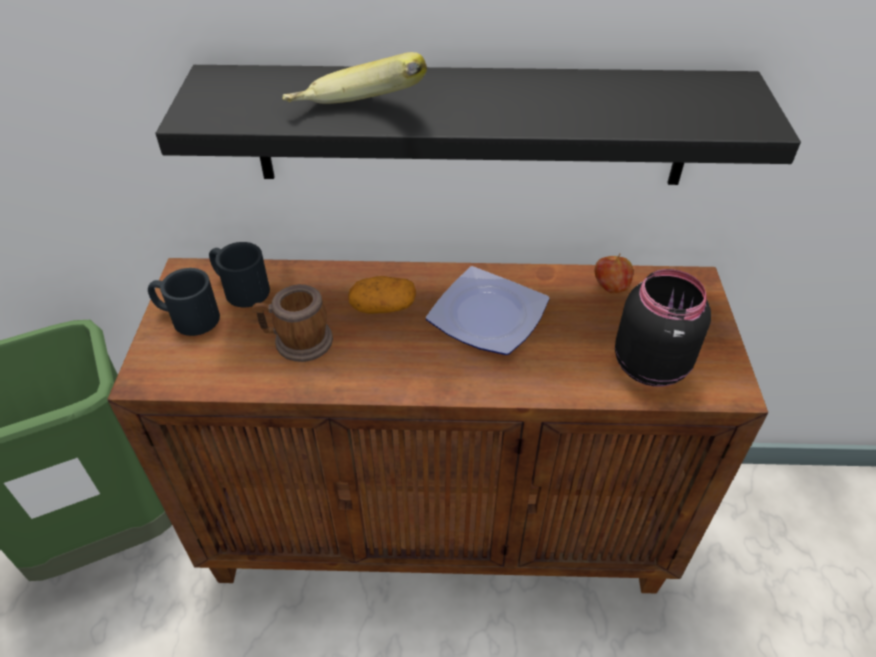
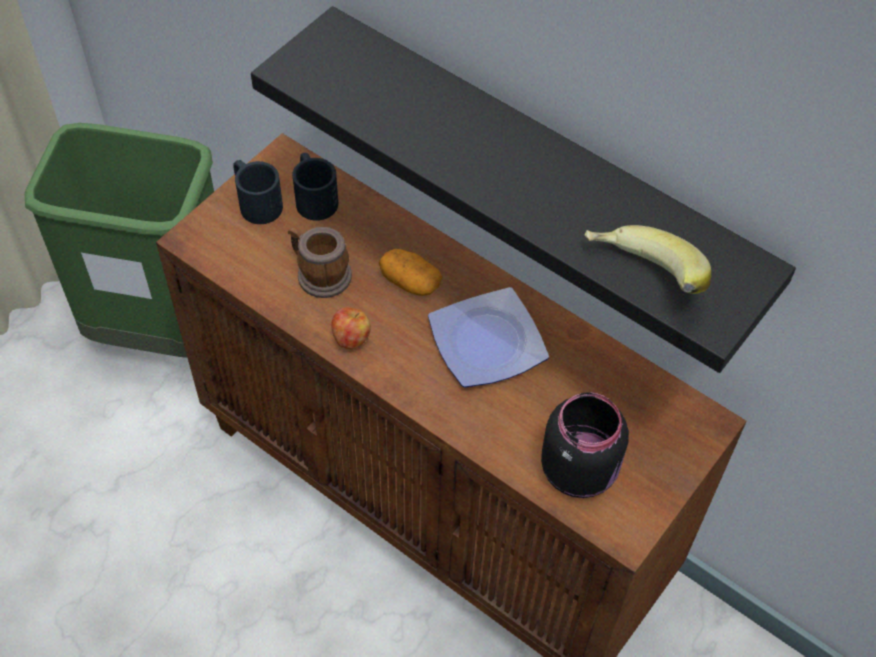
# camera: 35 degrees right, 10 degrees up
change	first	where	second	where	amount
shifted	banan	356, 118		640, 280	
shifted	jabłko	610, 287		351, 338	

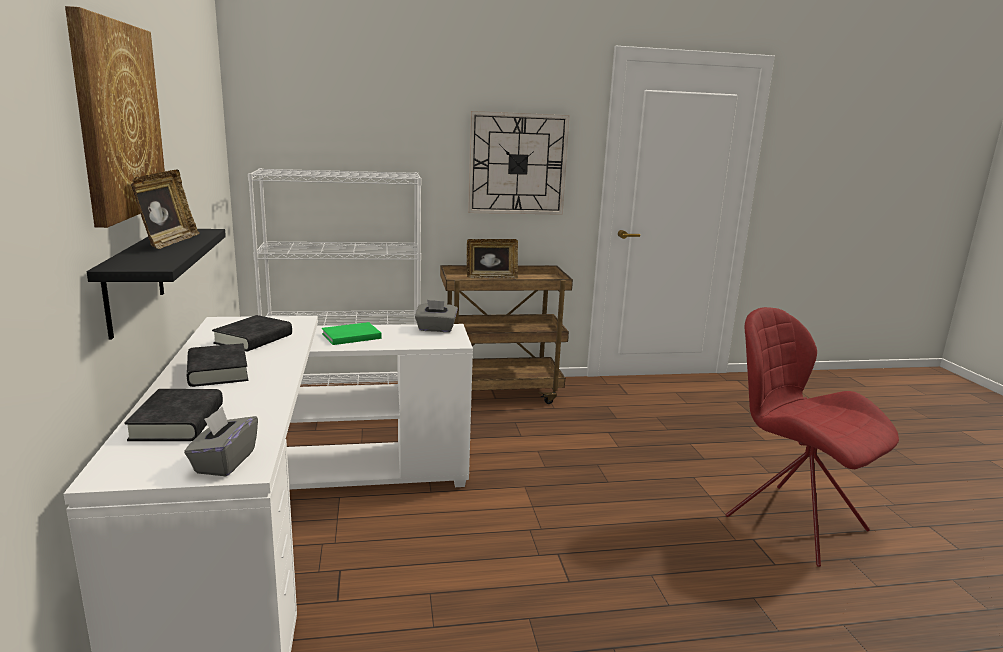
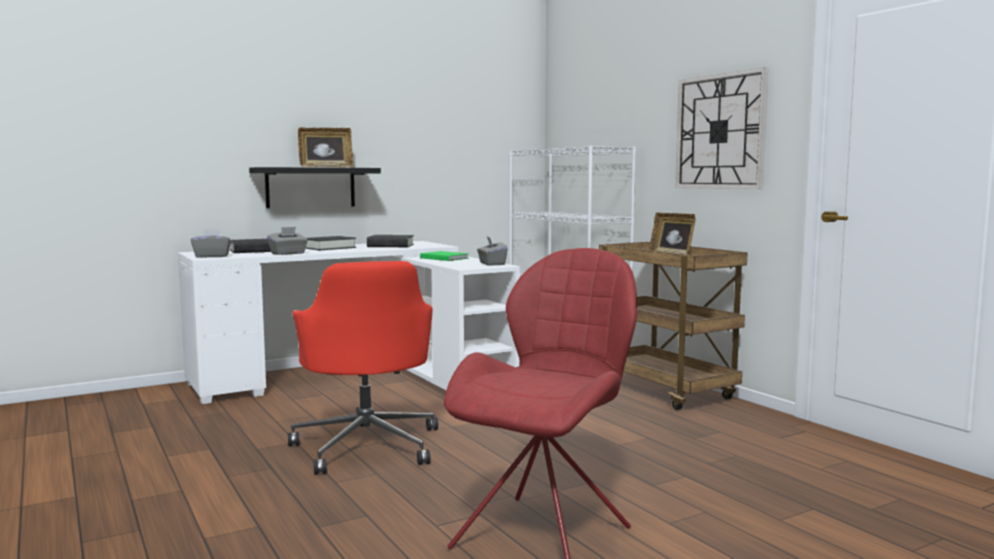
# camera: 70 degrees right, 10 degrees down
change	first	where	second	where	amount
gone	obraz	118, 120			
new			pudełko chusteczek (szary)	288, 253	
new			krzesło biurowe (czerwony)	367, 445	

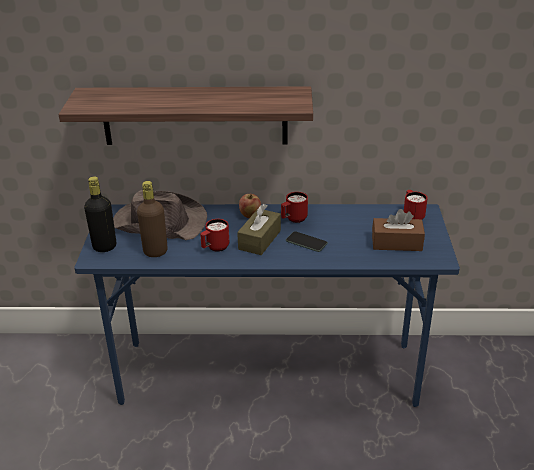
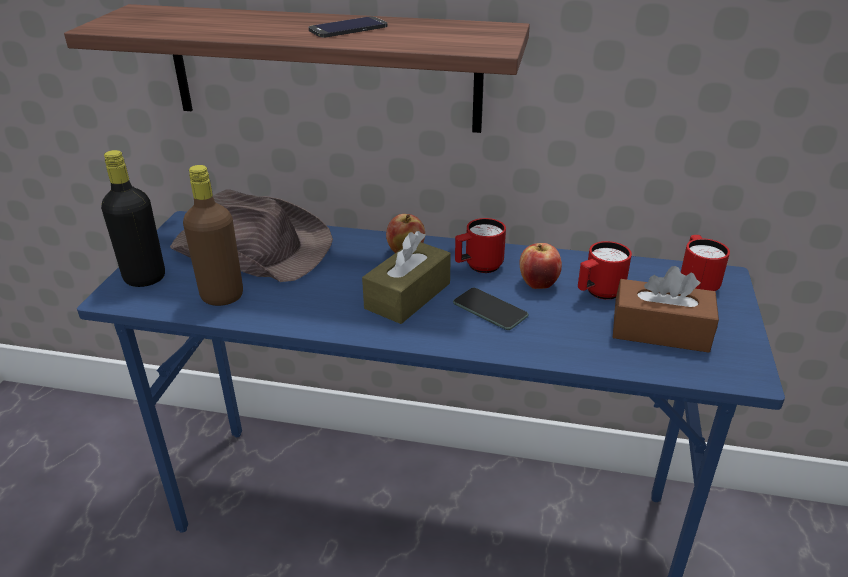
# camera: 10 degrees right, 0 degrees up
change	first	where	second	where	amount
shifted	kubek (czerwony)	215, 248		598, 293	
new			telefon	348, 28	
new			jabłko	539, 284	

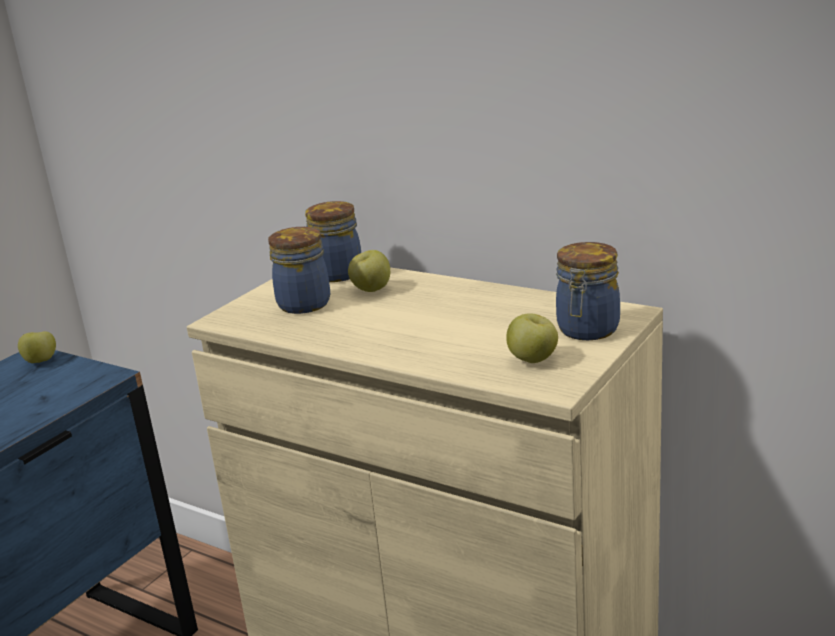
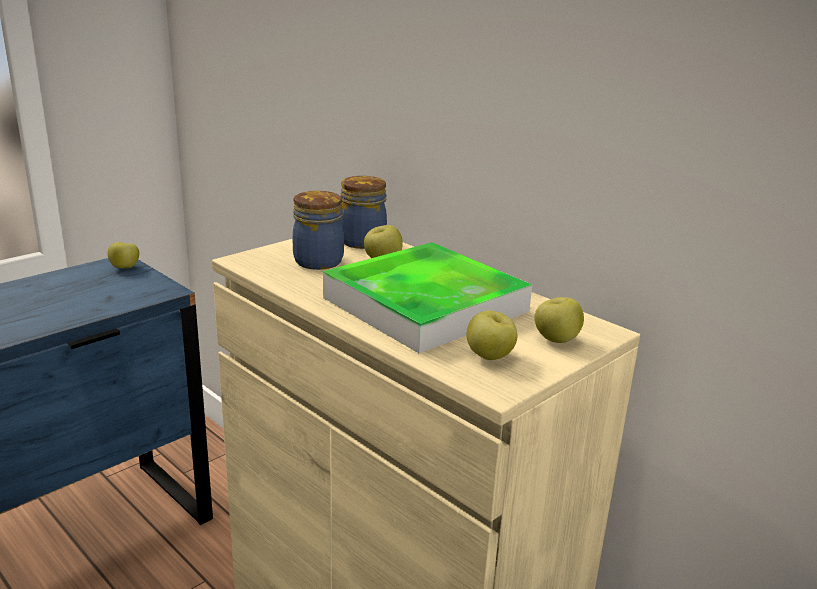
# camera: 10 degrees right, 0 degrees up
change	first	where	second	where	amount
swapped	słoik	587, 330	jabłko	556, 340	
new			taca	425, 304	

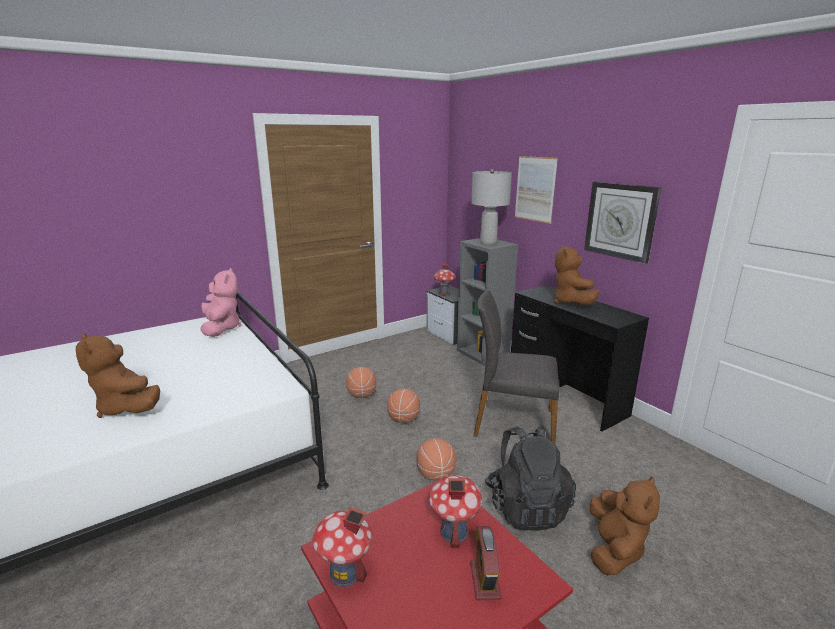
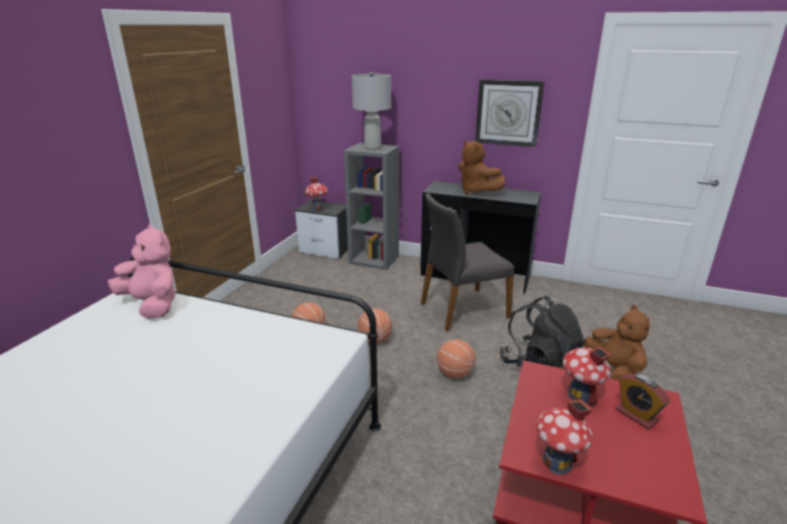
# camera: 35 degrees left, 5 degrees up
change	first	where	second	where	amount
gone	obraz	535, 189			
gone	pluszak (brązowy)	127, 408			

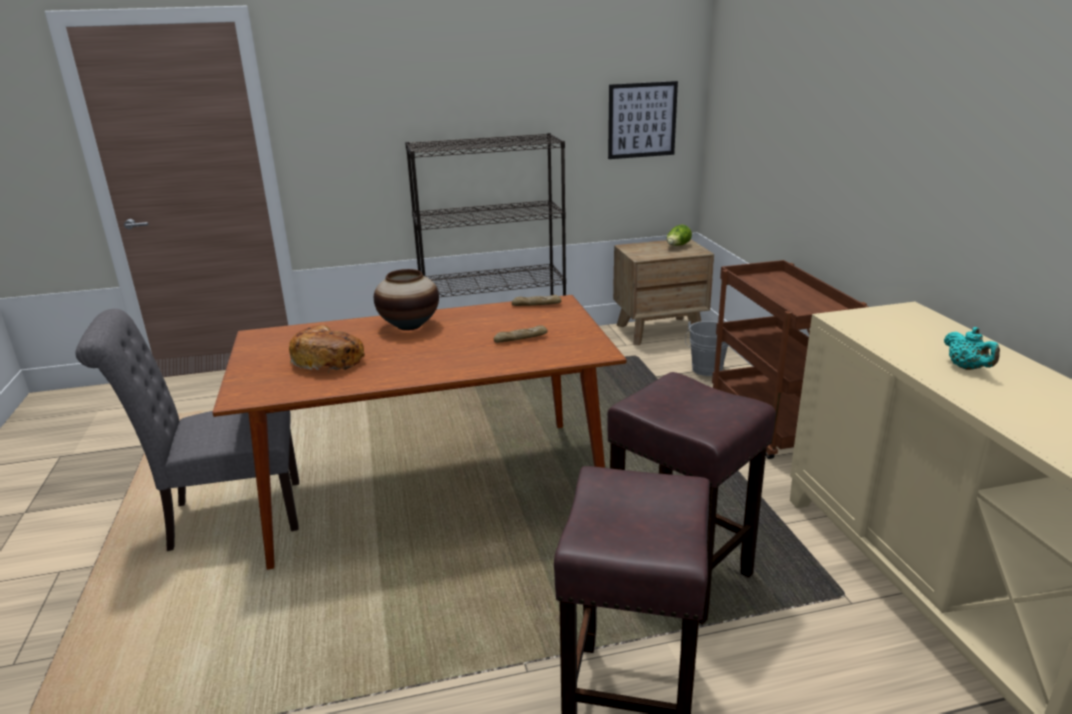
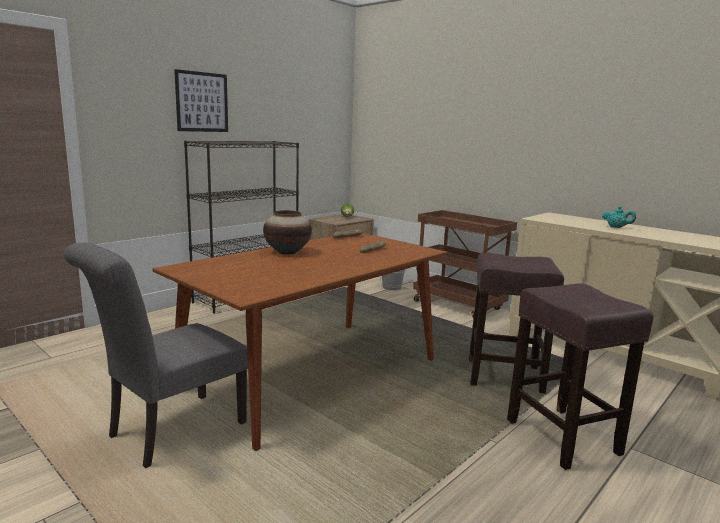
# camera: 35 degrees left, 10 degrees down
change	first	where	second	where	amount
shifted	obraz	642, 120		202, 102	
gone	chleb	329, 360			

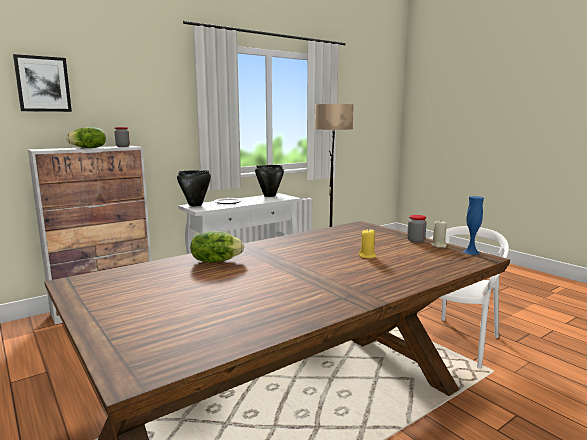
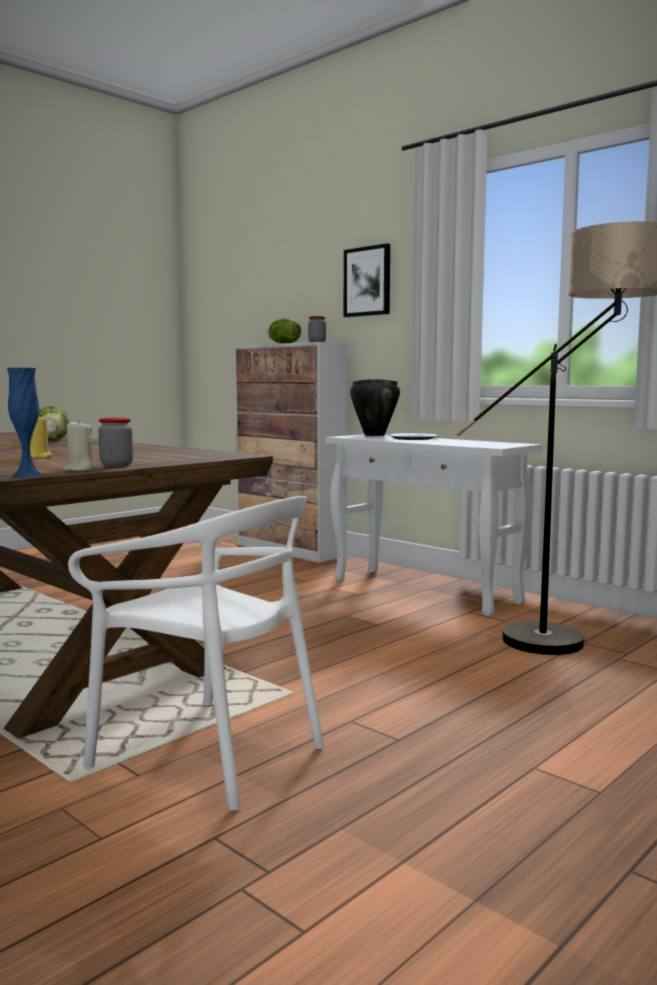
# camera: 80 degrees right, 5 degrees down
change	first	where	second	where	amount
shifted	obraz	43, 84		367, 281	
gone	garnek (czarny)	269, 196			

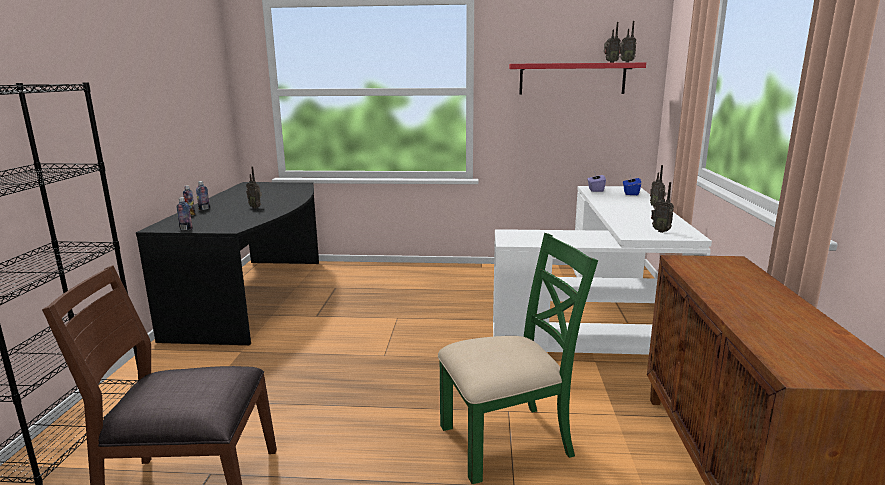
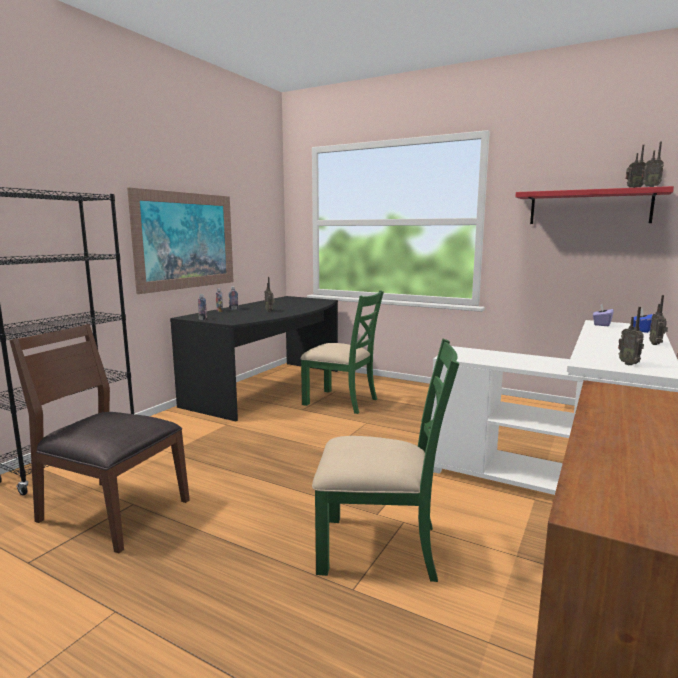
# camera: 25 degrees right, 5 degrees down
change	first	where	second	where	amount
new			obraz	186, 240	
new			krzesło (zielony)	341, 401	

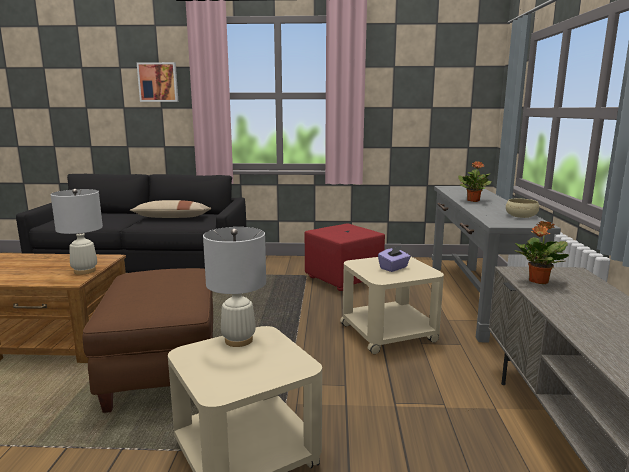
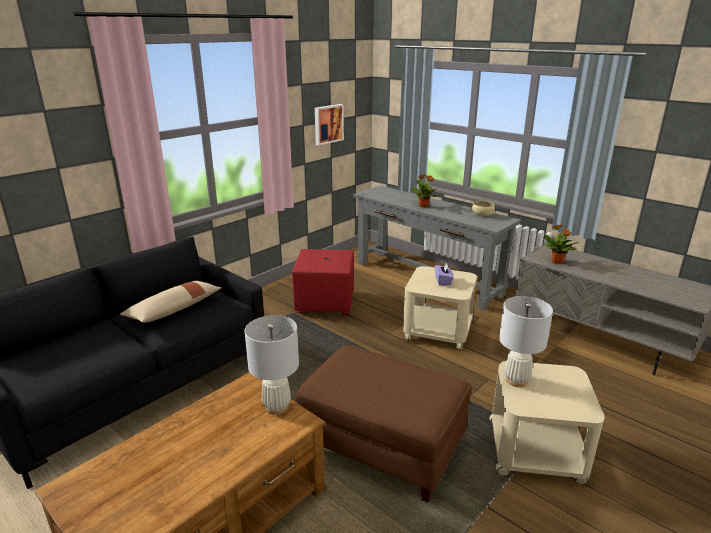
# camera: 50 degrees left, 10 degrees up
change	first	where	second	where	amount
shifted	obraz	158, 82		328, 124	

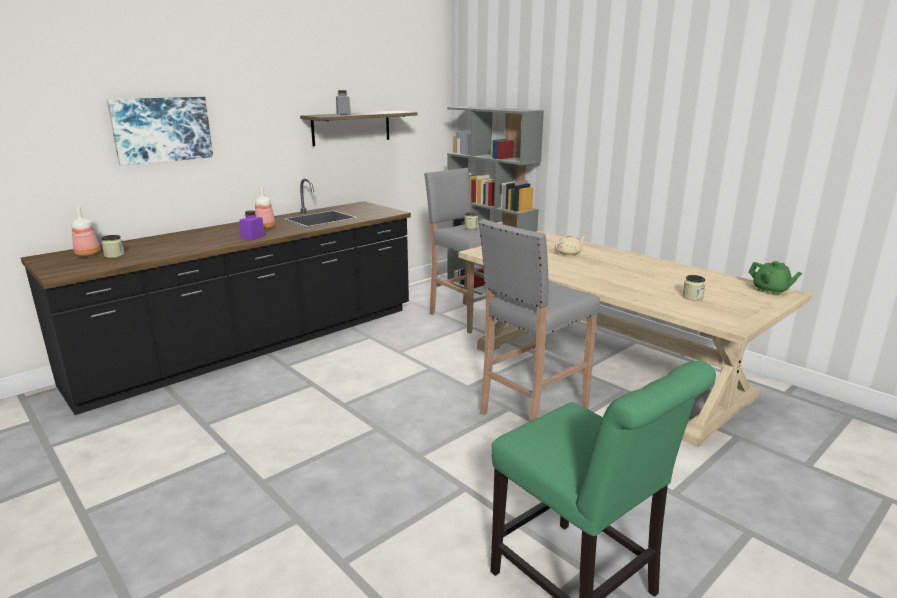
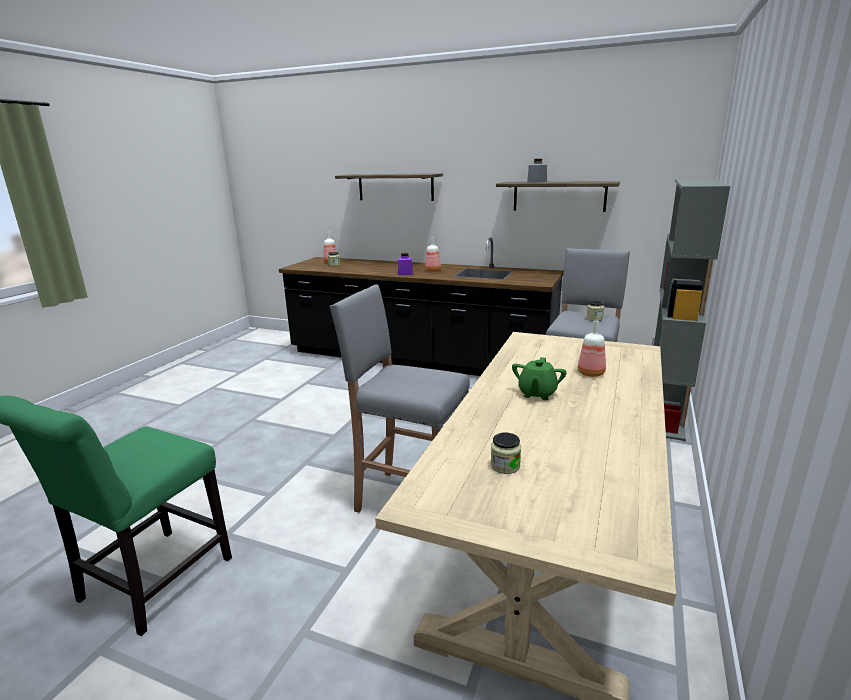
# camera: 65 degrees right, 0 degrees up
change	first	where	second	where	amount
swapped	obraz	162, 129	półka	395, 187	
swapped	imbryk (beżowy)	569, 253	butelka	590, 373	
shifted	imbryk (zielony)	770, 290		537, 393	

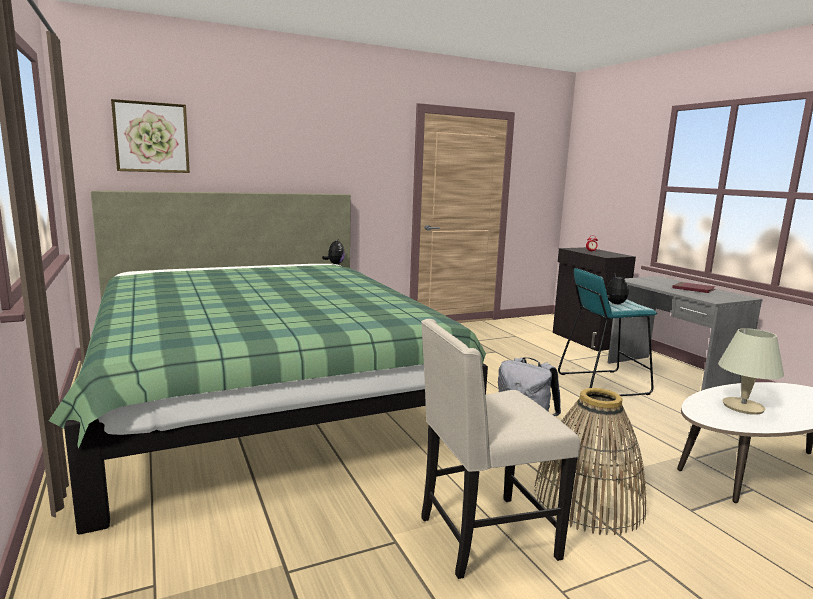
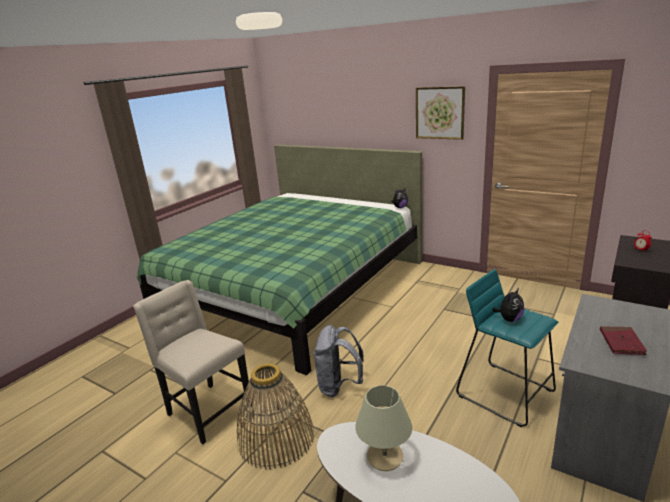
# camera: 60 degrees right, 10 degrees up
change	first	where	second	where	amount
shifted	obraz	151, 137		440, 113	

